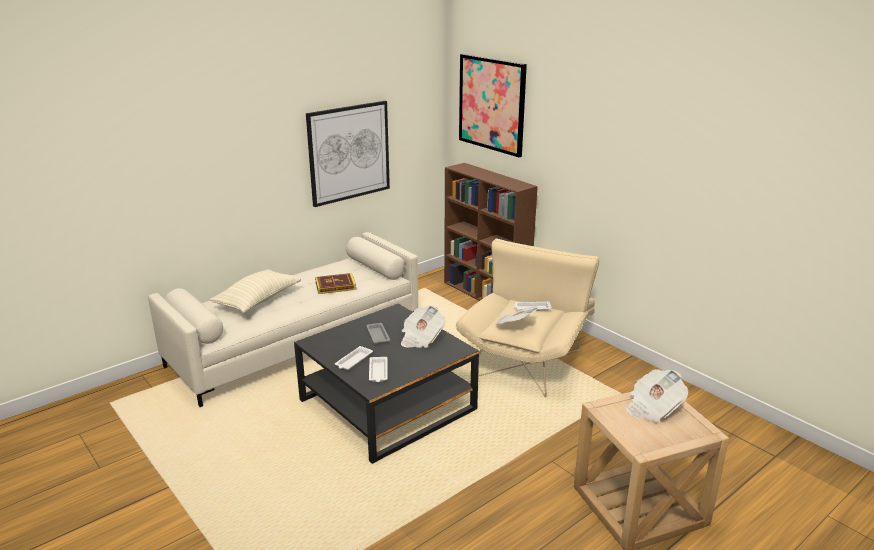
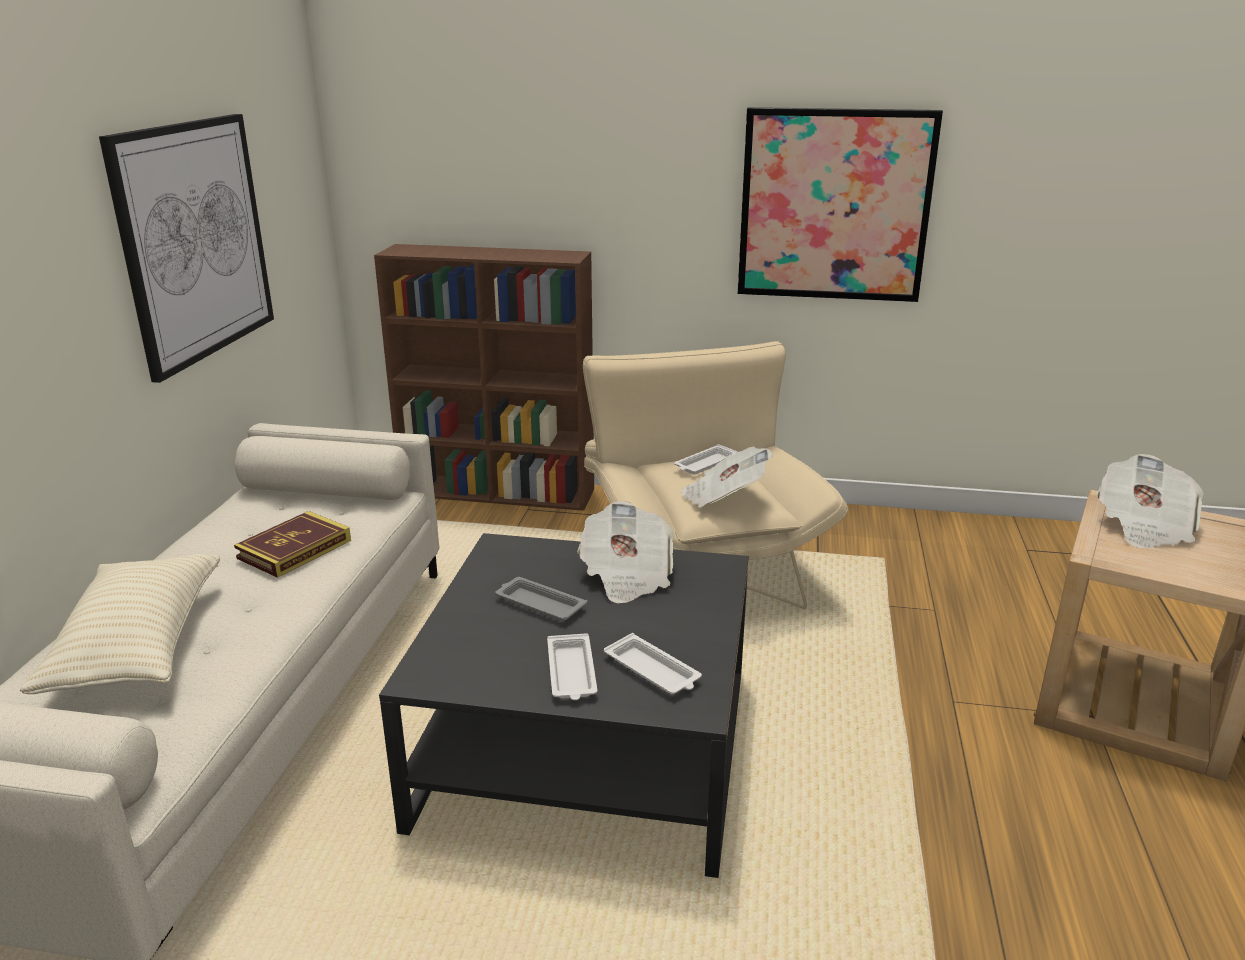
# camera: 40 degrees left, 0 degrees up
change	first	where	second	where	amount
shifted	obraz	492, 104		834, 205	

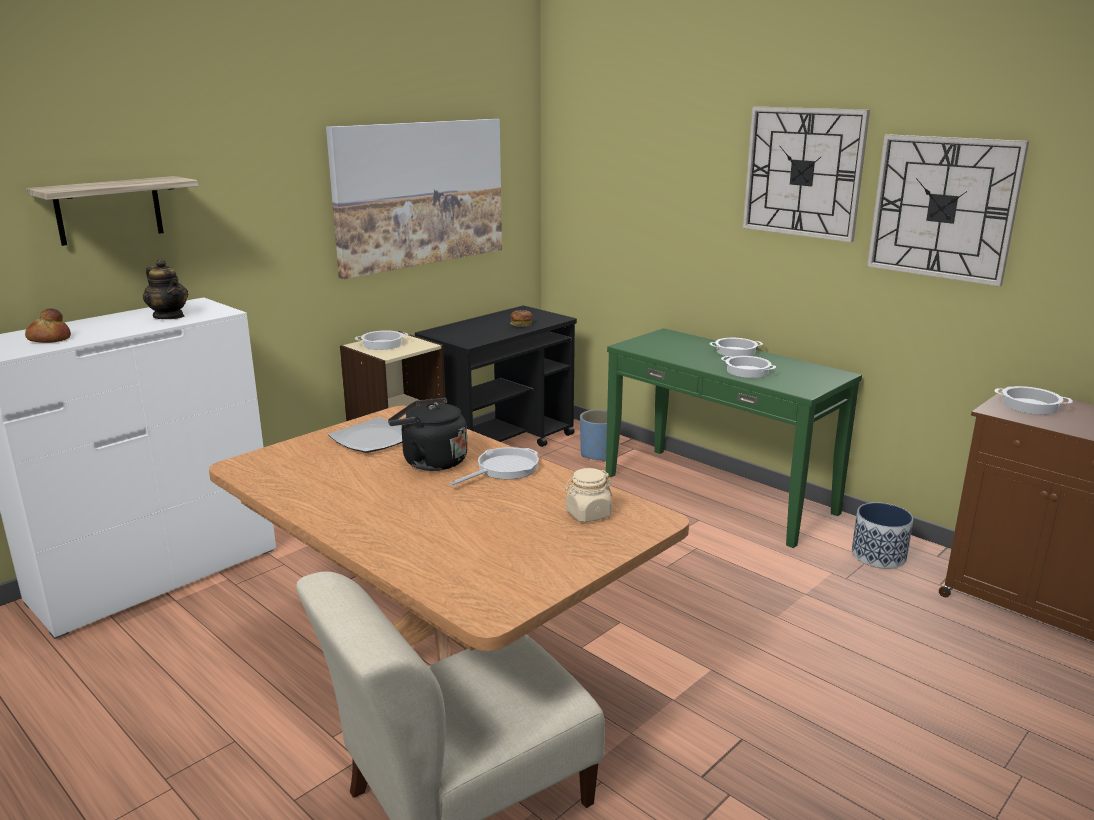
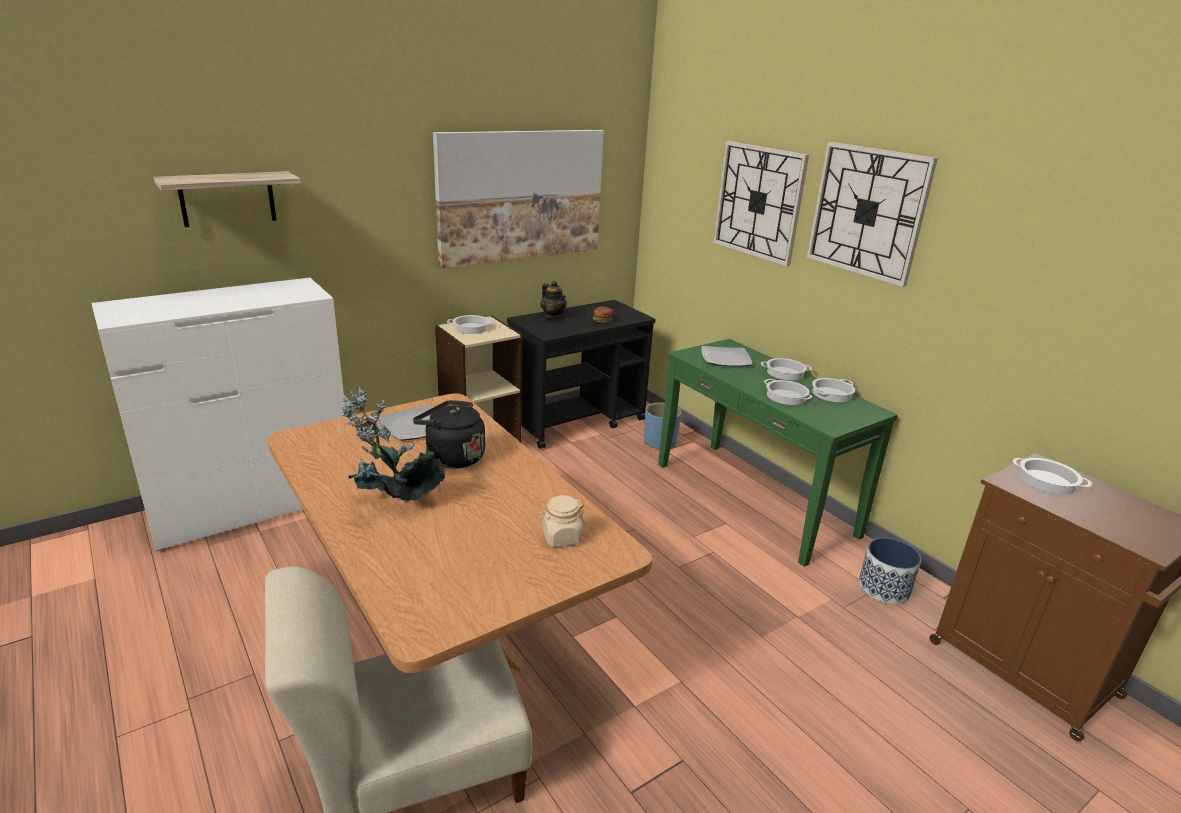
# camera: 10 degrees right, 5 degrees up
change	first	where	second	where	amount
shifted	zegar ścienny	943, 208		758, 202	
shifted	imbryk	169, 316		553, 317	
gone	chleb	49, 339			
gone	patelnia	504, 469			
new			talerz	725, 359	
new			garnek	832, 394	
new			roślina doniczkowa	394, 504	

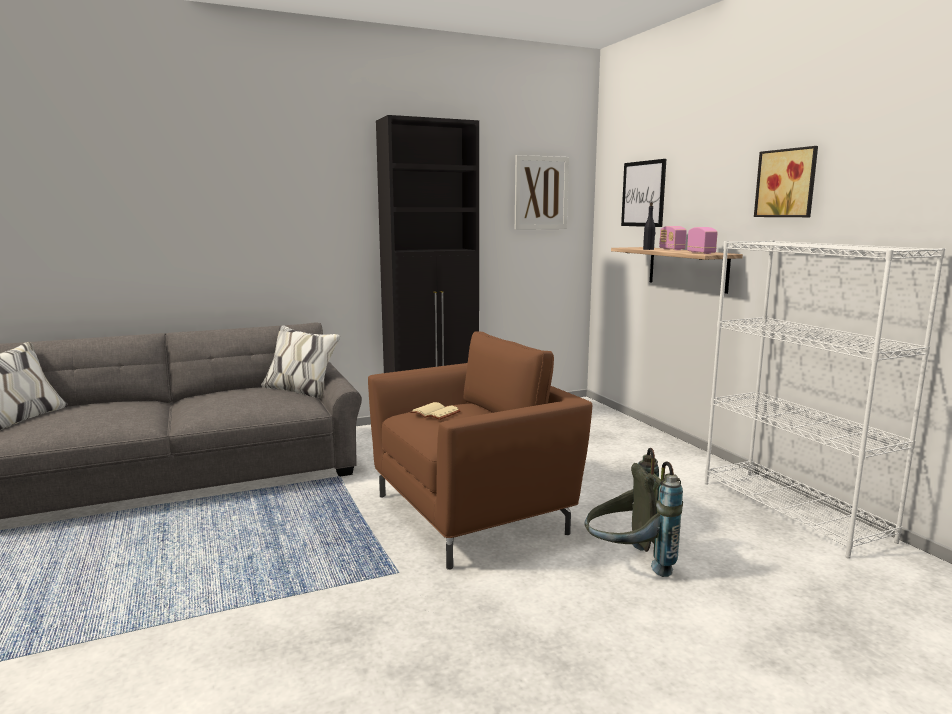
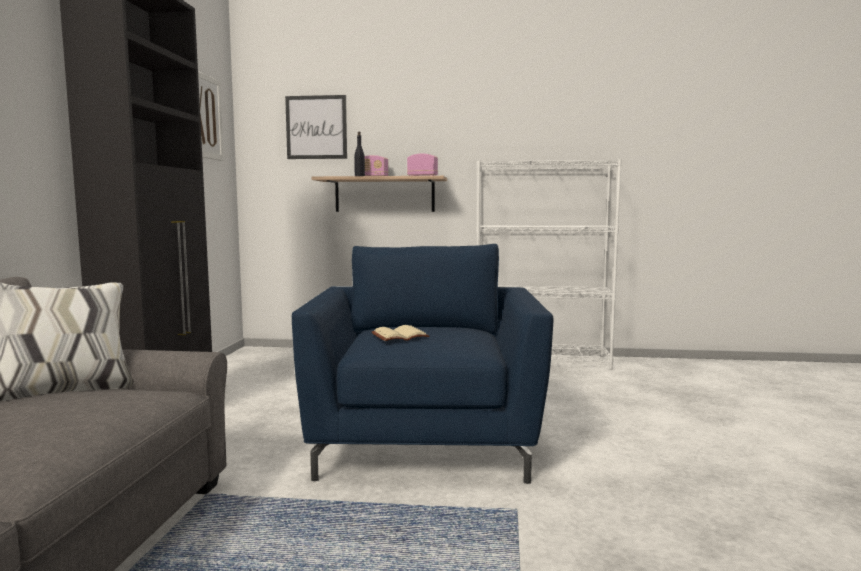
# camera: 60 degrees left, 5 degrees down
change	first	where	second	where	amount
gone	obraz	787, 183			
repainted	fotel (brązowy)	473, 513	fotel (niebieski)	425, 445	
gone	plecak (szary)	628, 563			

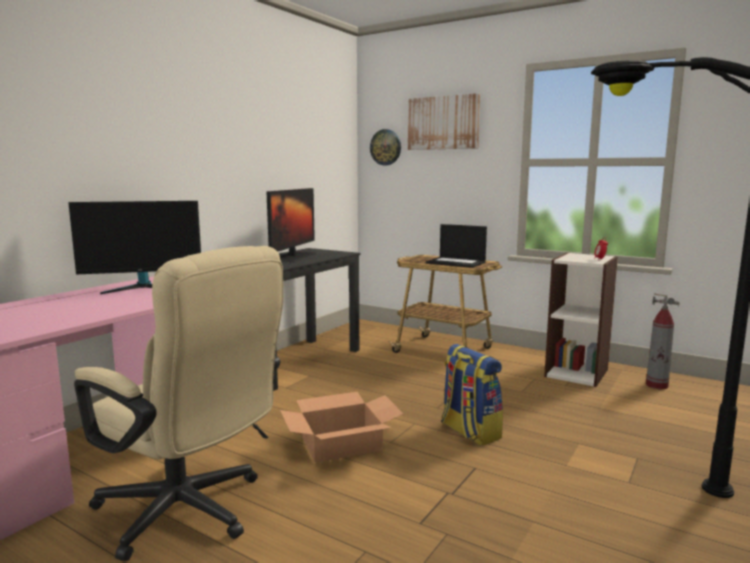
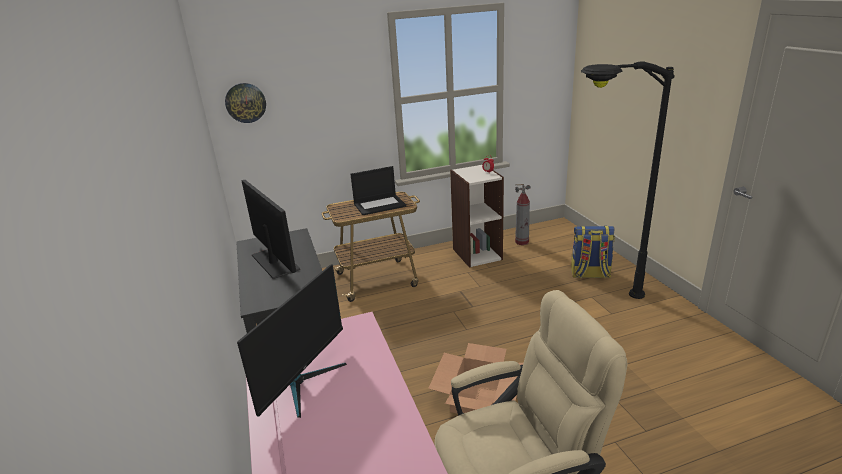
# camera: 50 degrees left, 15 degrees up
change	first	where	second	where	amount
gone	obraz	443, 123			
shifted	plecak	469, 432		590, 274	

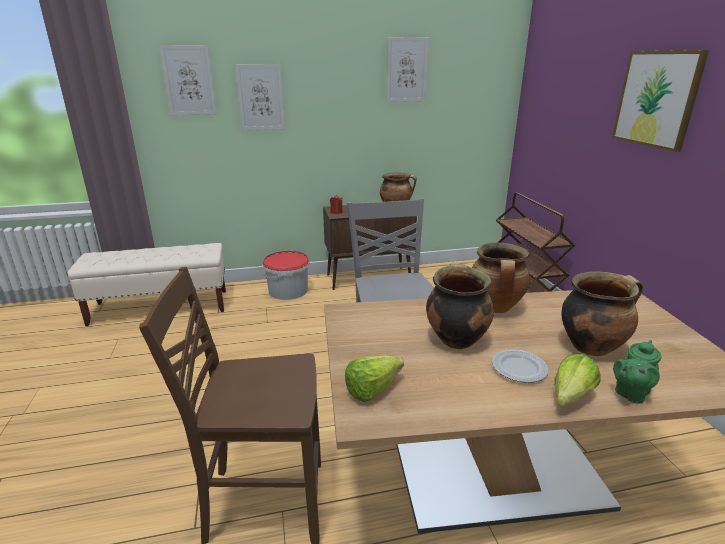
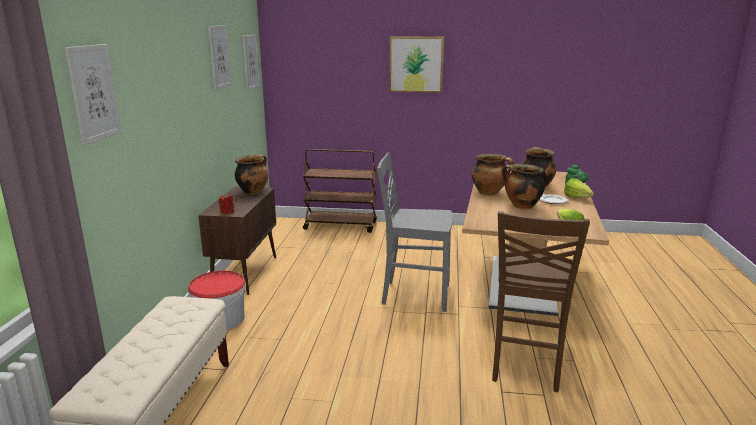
# camera: 70 degrees left, 5 degrees down
change	first	where	second	where	amount
shifted	obraz	260, 98		250, 62	

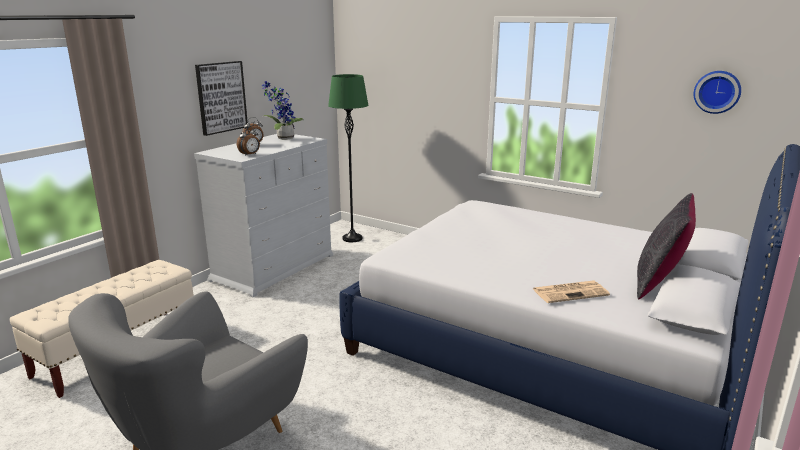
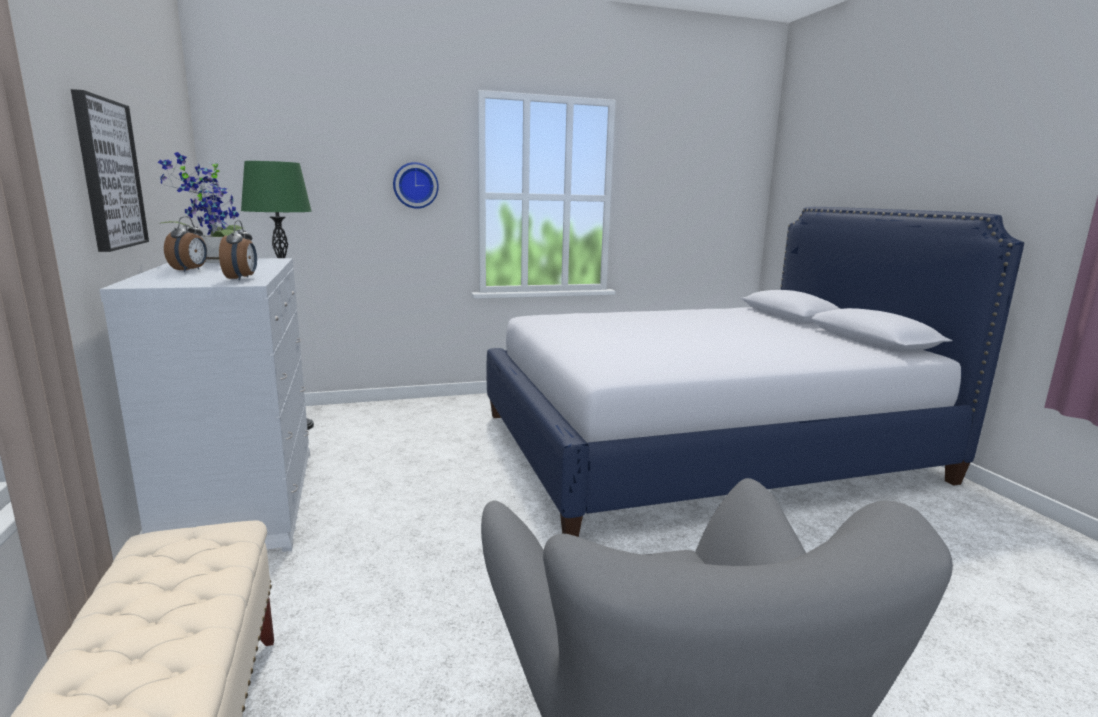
# camera: 50 degrees left, 5 degrees down
change	first	where	second	where	amount
shifted	zegar ścienny	717, 92		415, 185	
gone	poduszka (czarny)	659, 283			
gone	gazeta	570, 292			

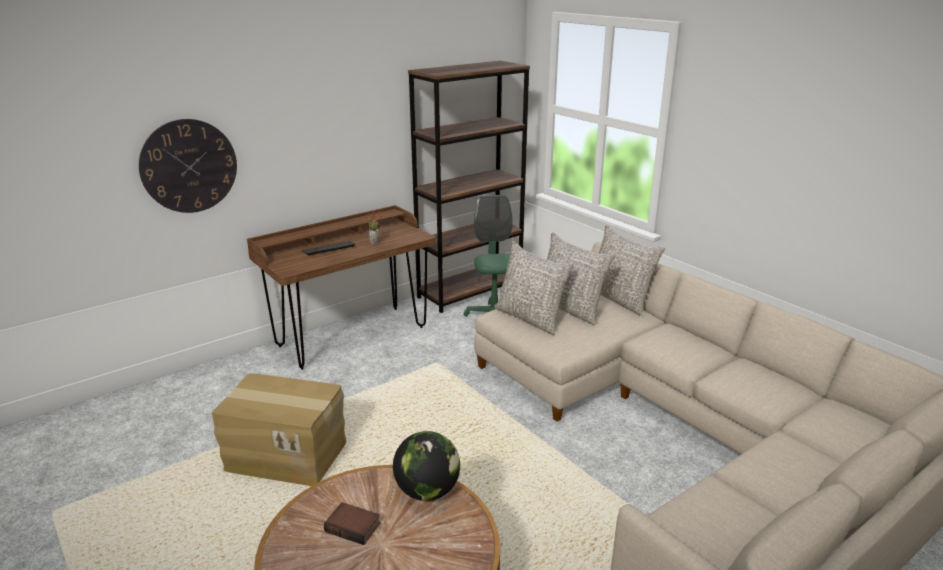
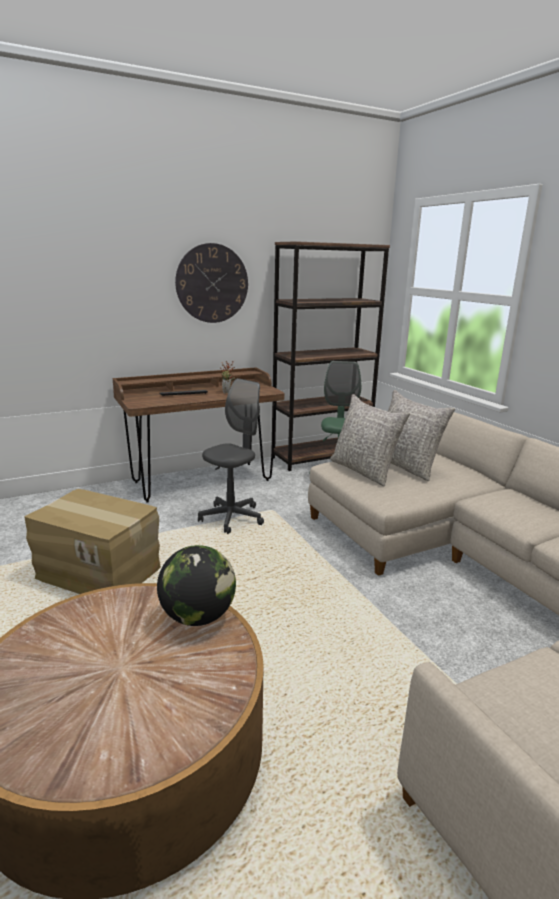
# camera: 10 degrees right, 5 degrees down
change	first	where	second	where	amount
shifted	zegar ścienny	189, 166		212, 283	
gone	poduszka (szary)	619, 299			
gone	książka	354, 526			
new			krzesło biurowe (szary)	231, 518	

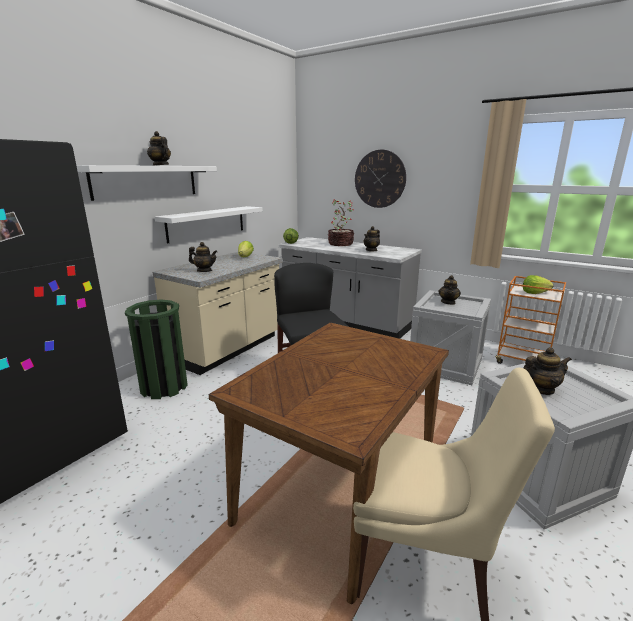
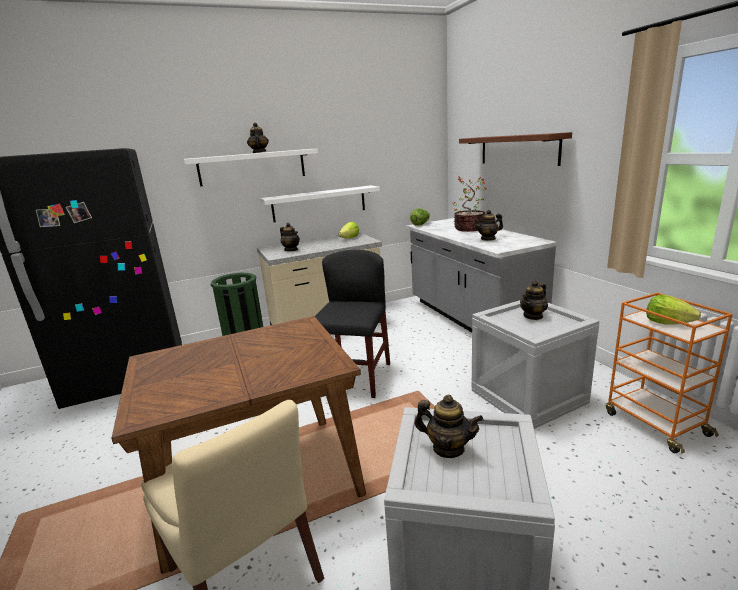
# camera: 35 degrees right, 0 degrees up
change	first	where	second	where	amount
swapped	zegar ścienny	380, 179	półka (brązowy)	518, 149	

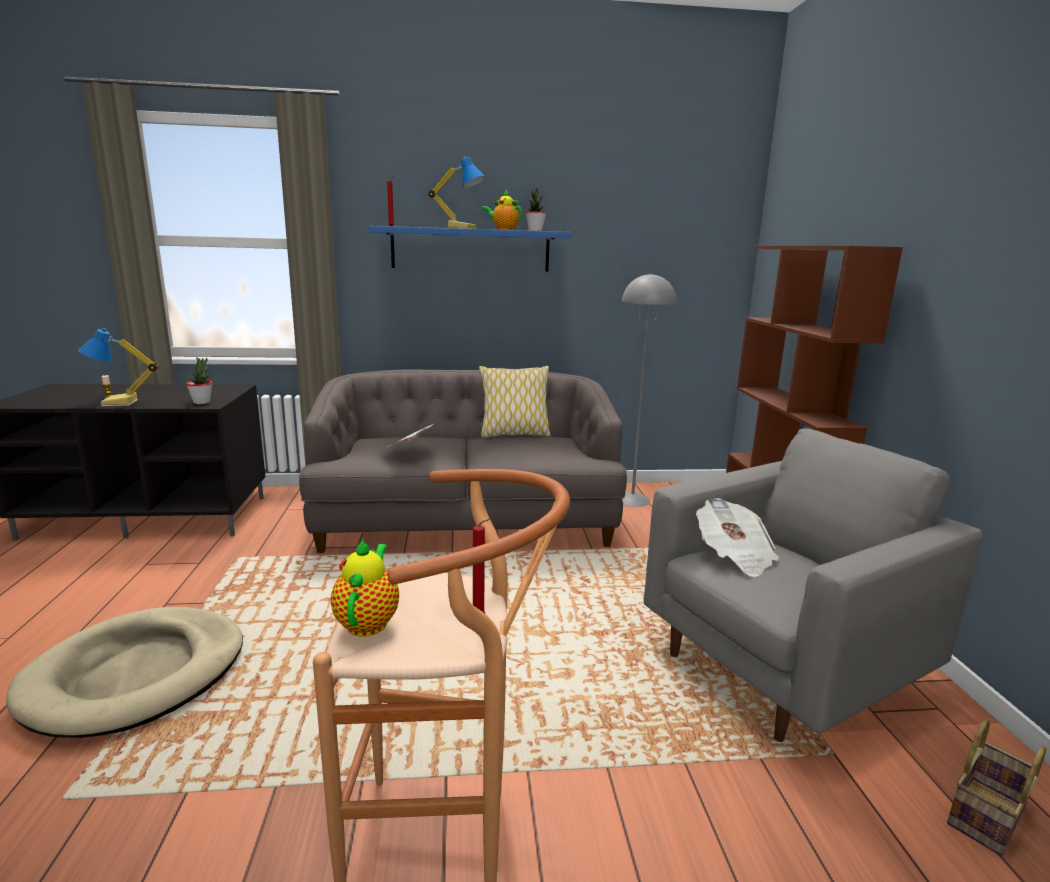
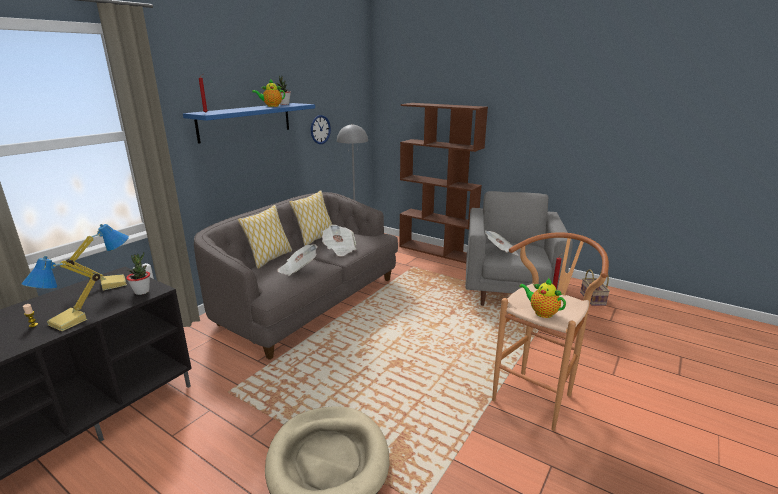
# camera: 50 degrees left, 5 degrees up
change	first	where	second	where	amount
shifted	lampa stołowa	462, 228		113, 283	
new			zegar ścienny	320, 129	
new			poduszka	269, 258	
new			gazeta	339, 249	

